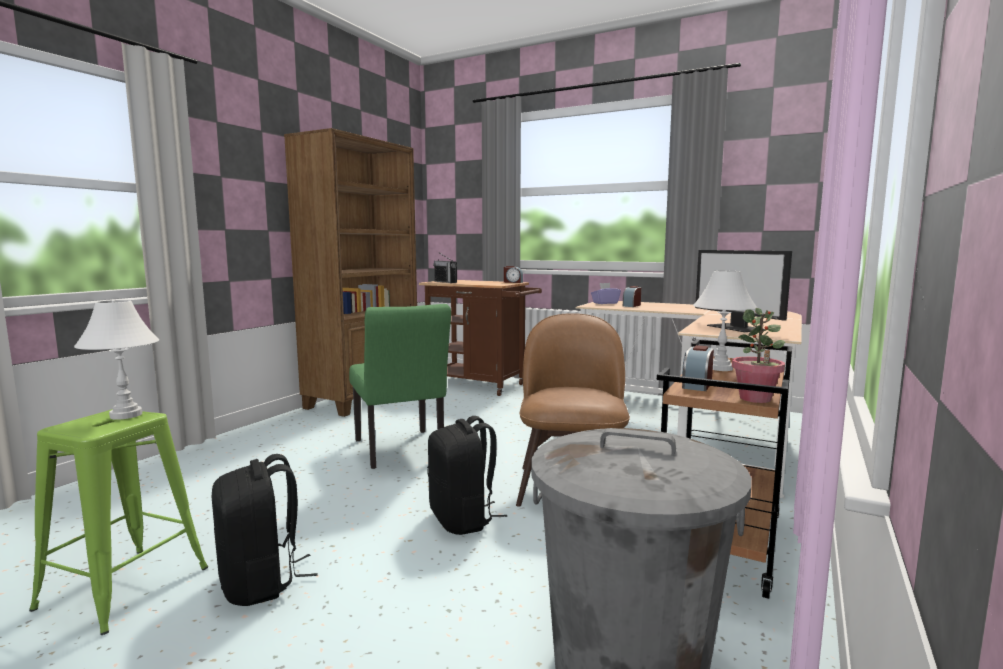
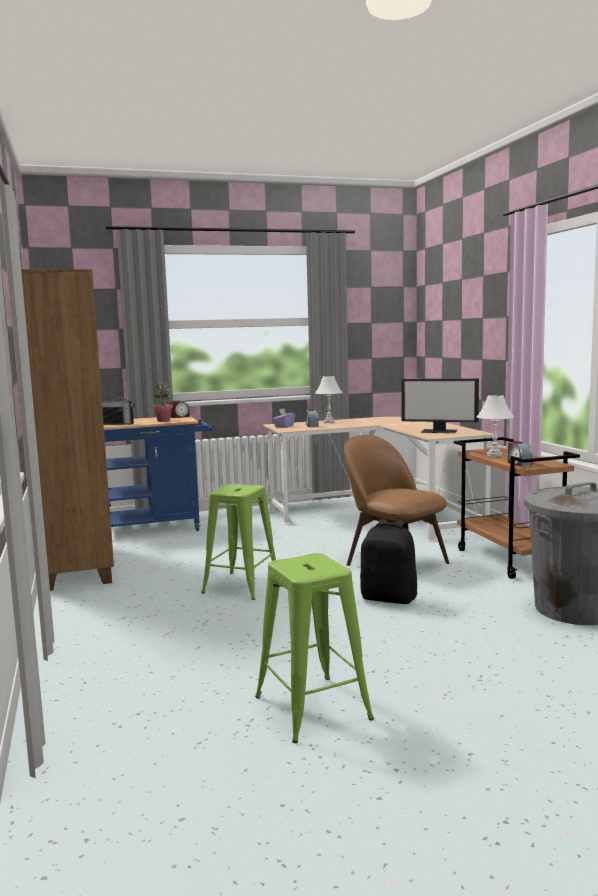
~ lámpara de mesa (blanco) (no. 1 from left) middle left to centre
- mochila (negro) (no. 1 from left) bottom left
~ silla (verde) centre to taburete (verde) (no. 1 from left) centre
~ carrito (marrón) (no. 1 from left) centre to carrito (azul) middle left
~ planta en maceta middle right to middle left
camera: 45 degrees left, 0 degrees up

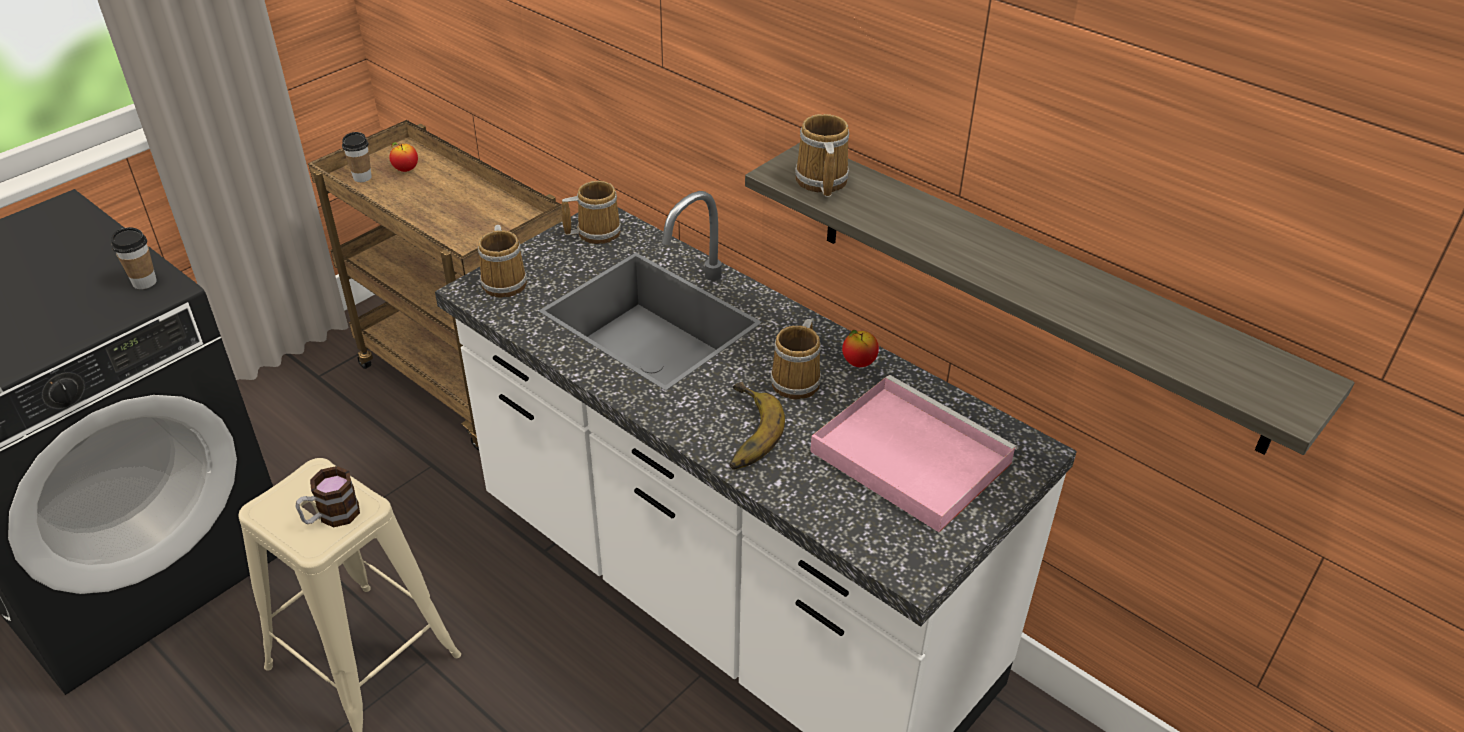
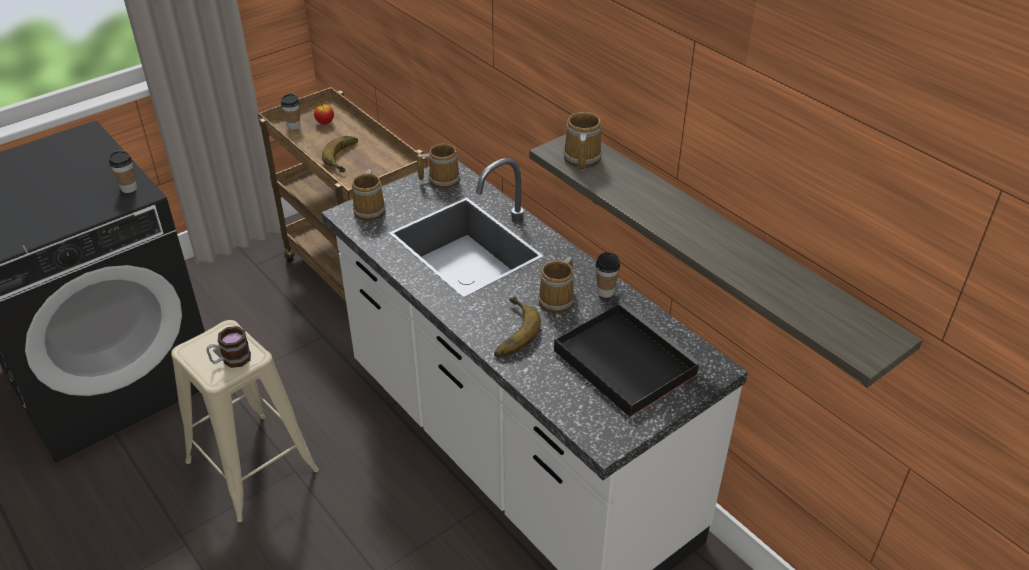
~ bandeja (rosa) centre to bandeja (negro) centre
~ manzana (no. 2 from left) centre to taza (no. 3 from left) centre
+ plátano (no. 1 from left) top left
camera: 10 degrees right, 0 degrees up

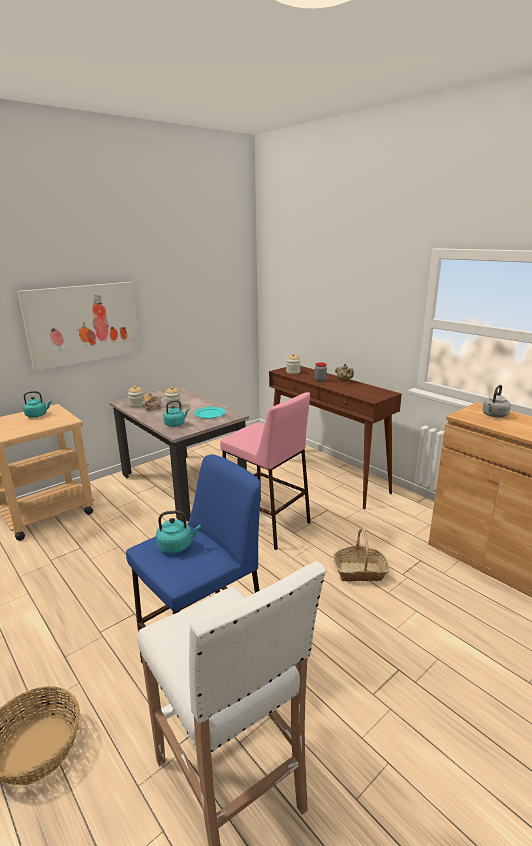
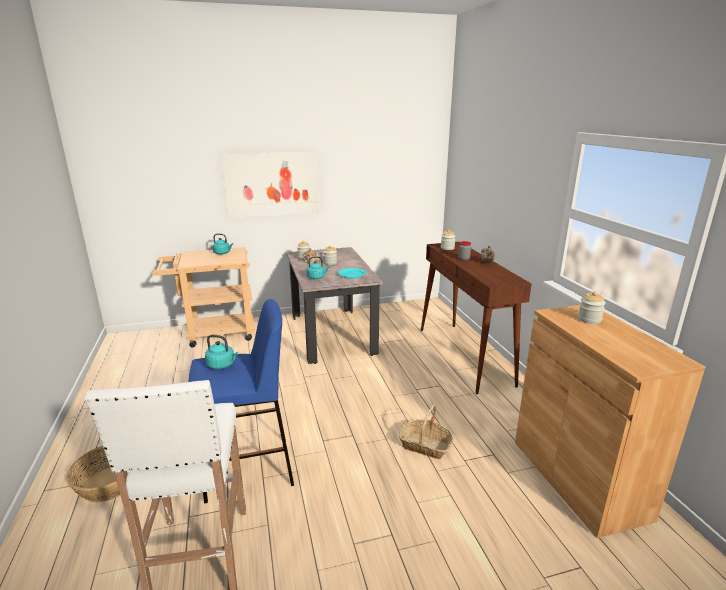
- taburete (rosa) centre
~ hervidor (gris) middle right to tarro (no. 5 from left) middle right
camera: 25 degrees right, 0 degrees up

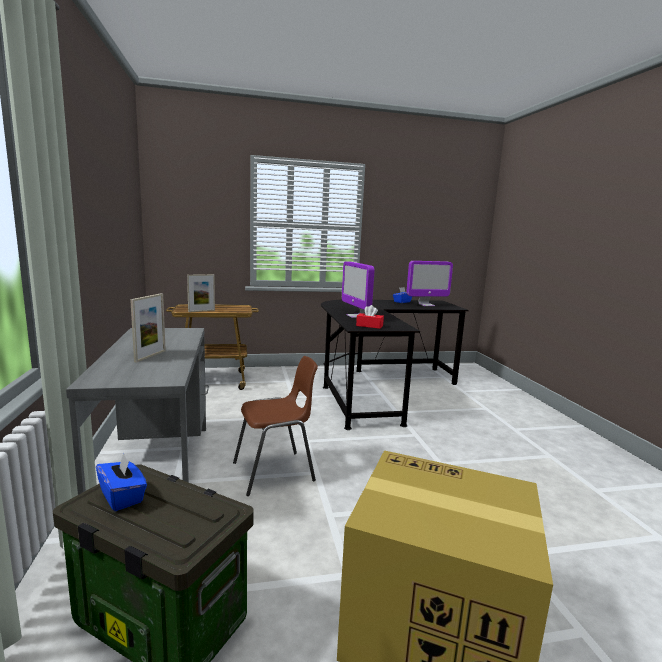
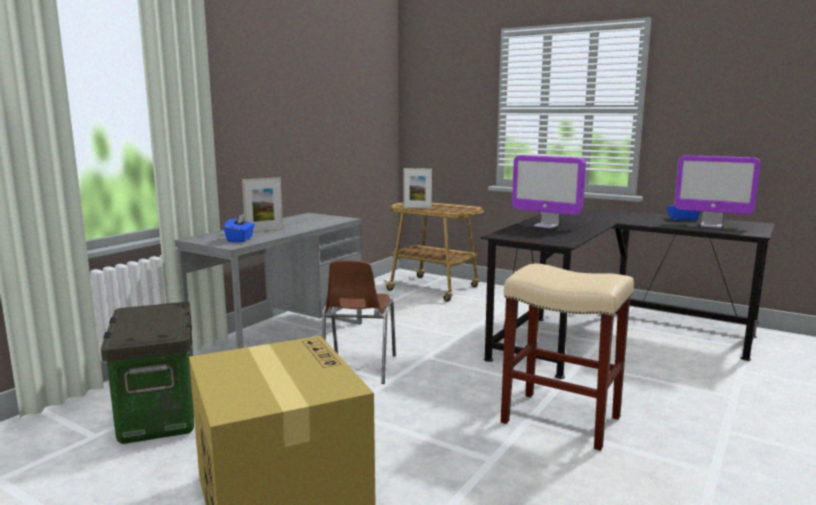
~ caja de pañuelos (azul) (no. 1 from left) bottom left to middle left
~ silla (marrón) centre = centre 75 degrees clockwise
~ monitor (no. 1 from left) centre = middle right 75 degrees counterclockwise
- caja de pañuelos (rojo) centre
+ taburete (beis) bottom right
camera: 45 degrees right, 0 degrees up

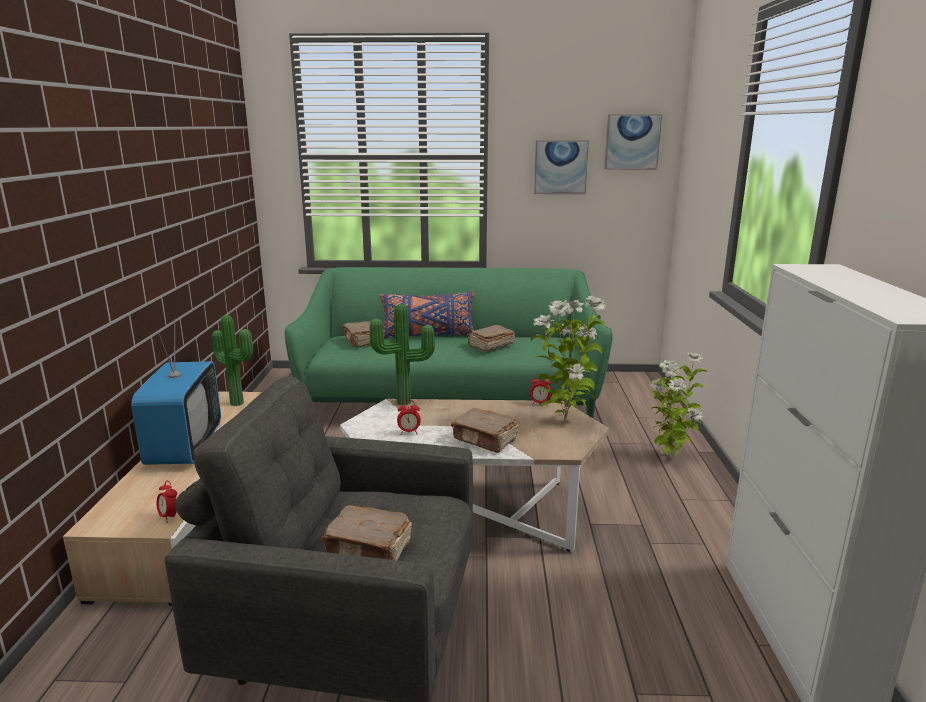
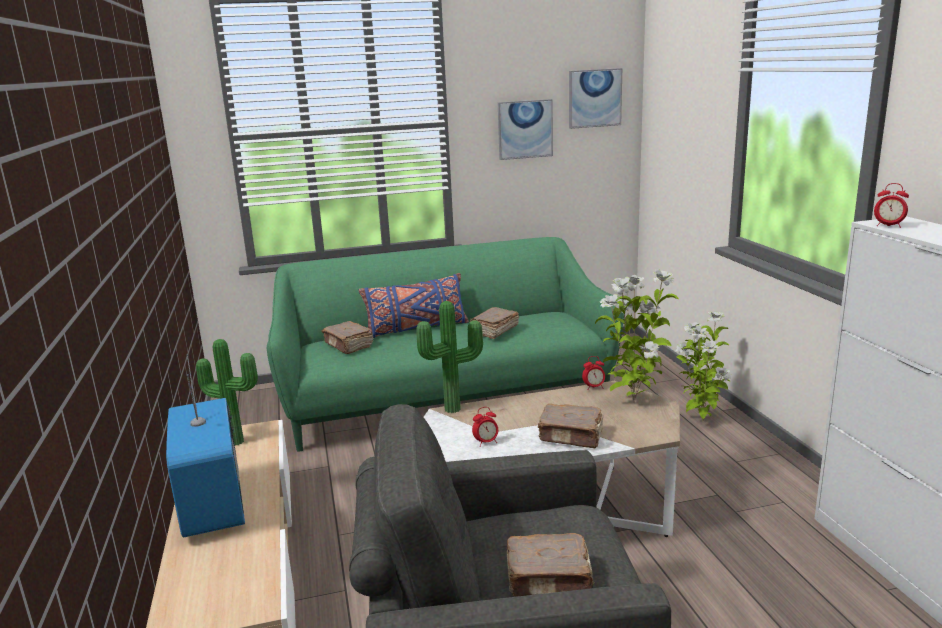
~ despertador (no. 1 from left in the first image) bottom left to despertador (no. 3 from left) top right
camera: 15 degrees left, 0 degrees up

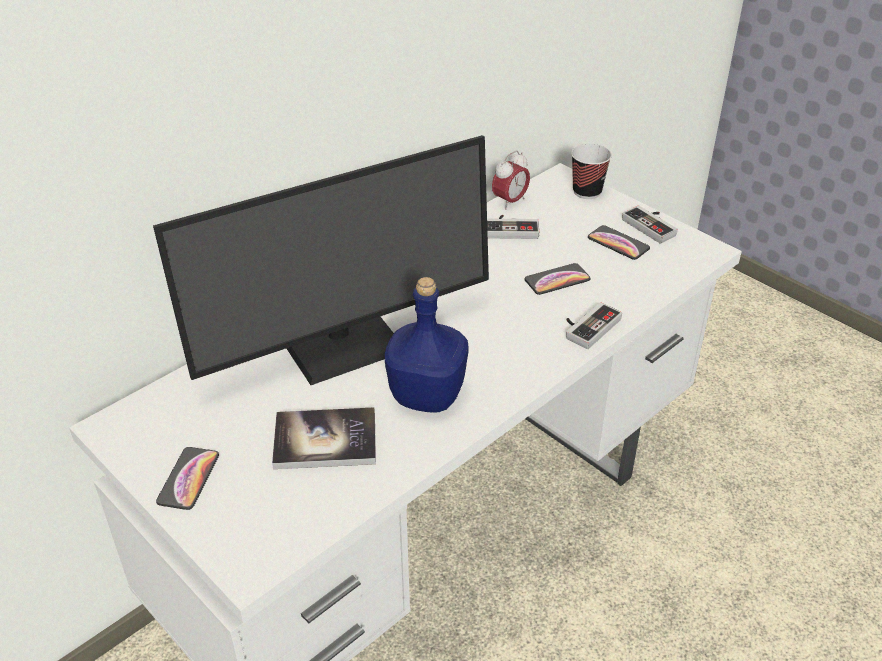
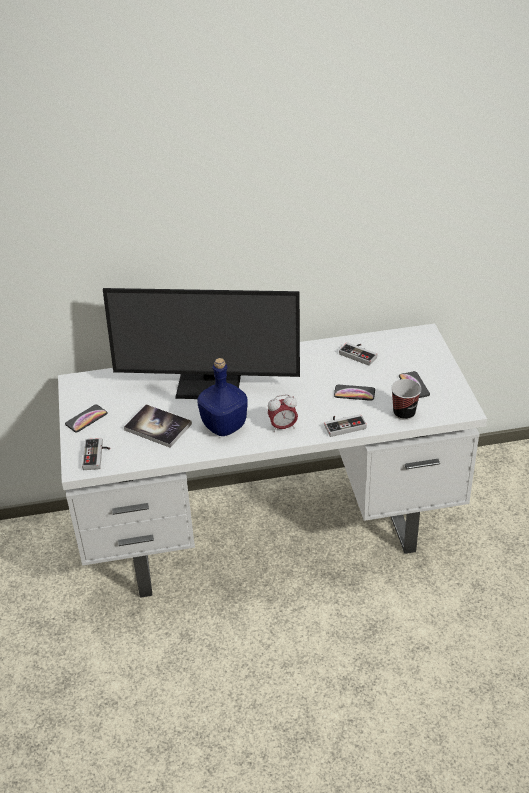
~ despertador top centre to centre
~ taza top right to middle right
~ mando de consola (no. 3 from left in the first image) middle right to mando de consola (no. 1 from left) middle left
camera: 35 degrees right, 0 degrees up

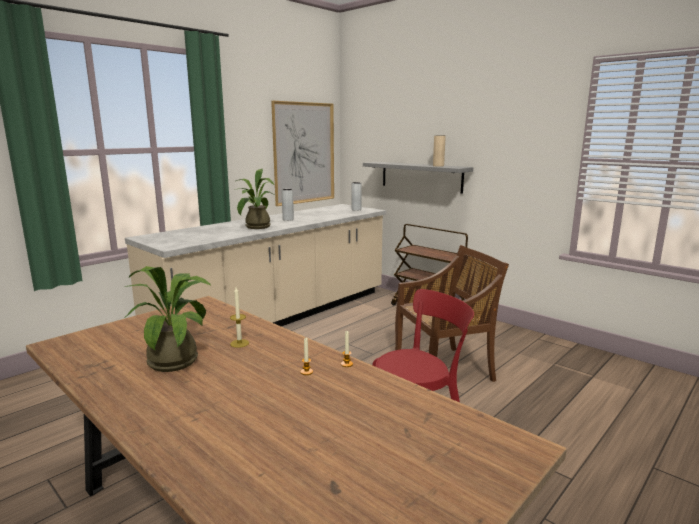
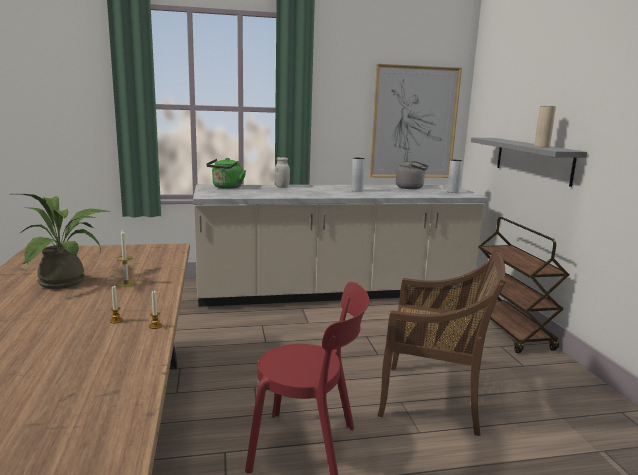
- planta en maceta (no. 2 from left) centre
+ hervidor (verde) centre
+ tarro (blanco) centre
+ hervidor (gris) centre
camera: 35 degrees right, 0 degrees up

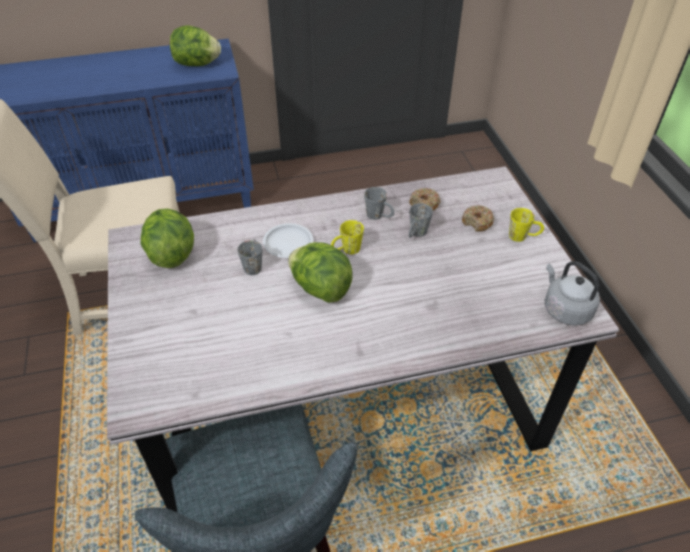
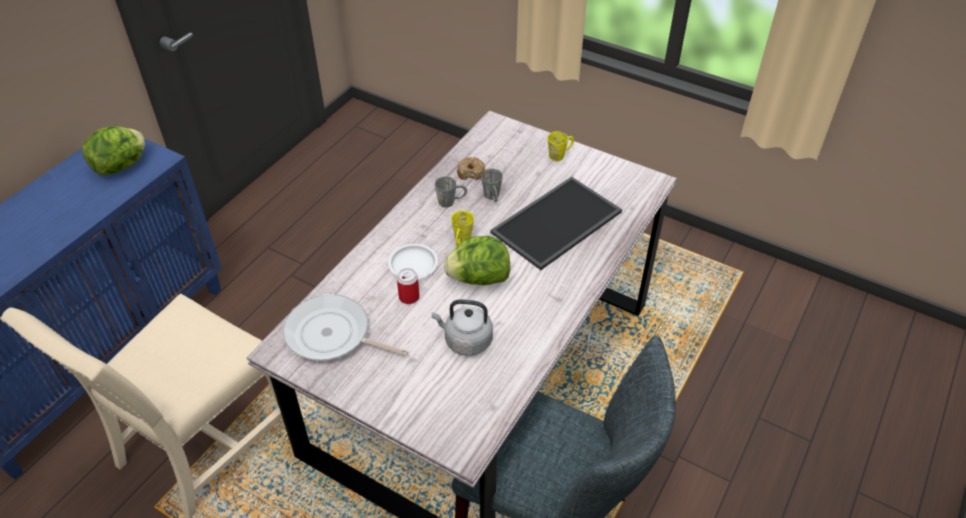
~ lechuga (no. 1 from left) middle left to sartén centre
~ taza grande (gris) (no. 1 from left) centre to lata centre
- rosquilla (no. 2 from left) middle right
~ hervidor (gris) middle right to centre
+ bandeja centre
camera: 45 degrees left, 0 degrees up

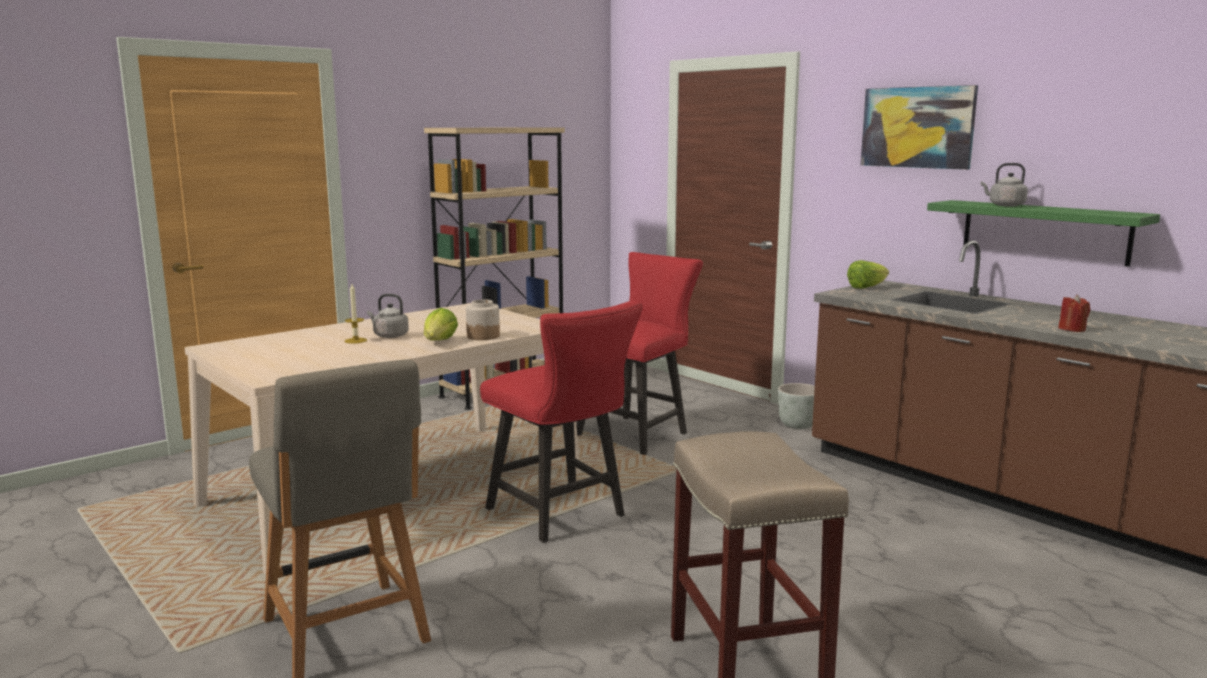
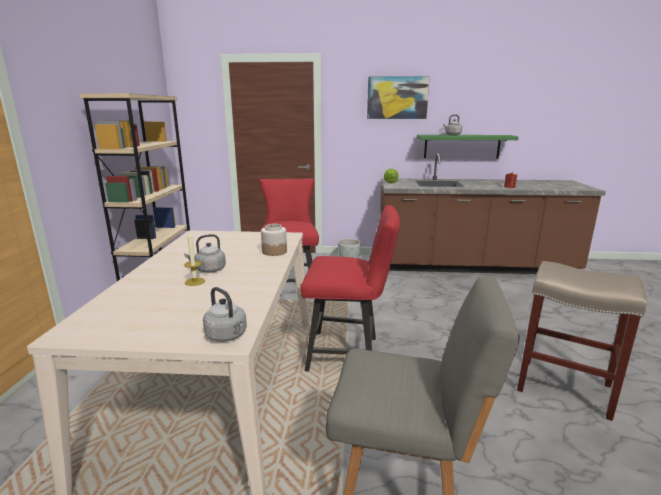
- lechuga (no. 1 from left) centre
+ hervidor (gris) (no. 2 from left) centre
camera: 45 degrees left, 5 degrees up

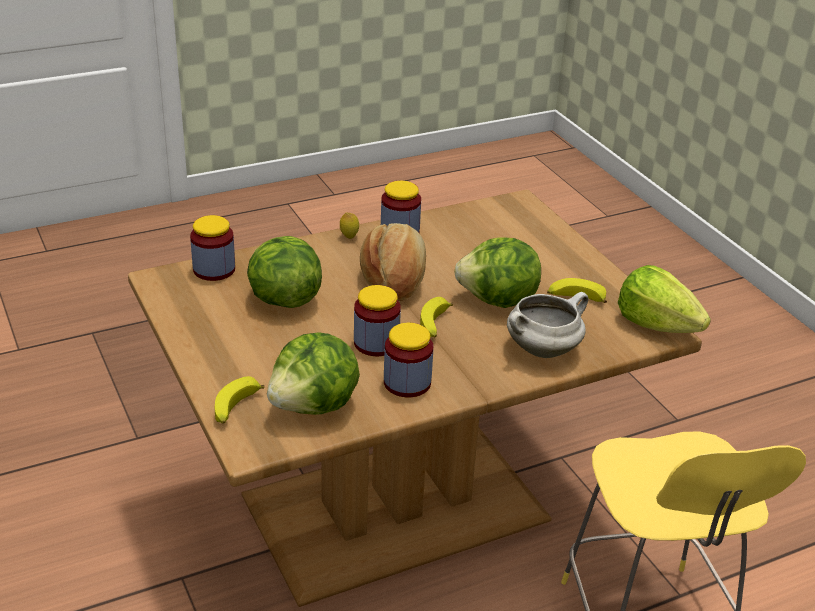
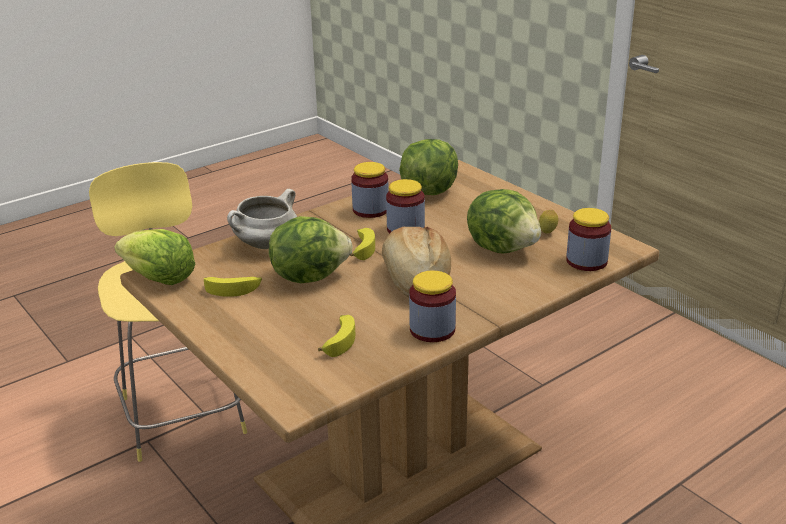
~ plátano (no. 1 from left in the first image) middle left to plátano (no. 2 from left) centre
~ limón centre to middle right
camera: 170 degrees right, 5 degrees down

